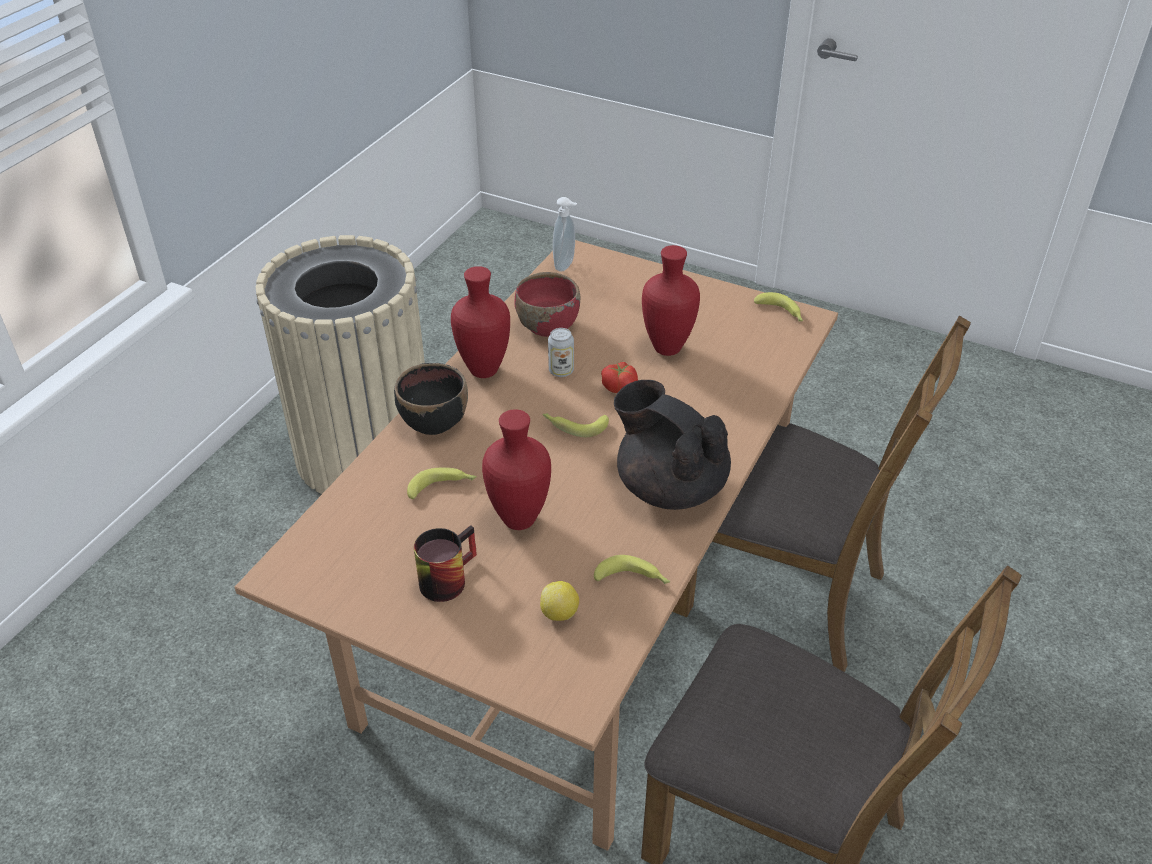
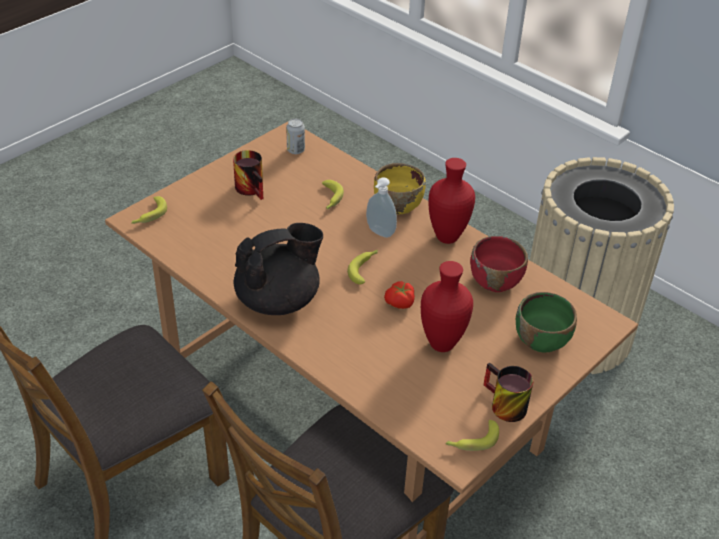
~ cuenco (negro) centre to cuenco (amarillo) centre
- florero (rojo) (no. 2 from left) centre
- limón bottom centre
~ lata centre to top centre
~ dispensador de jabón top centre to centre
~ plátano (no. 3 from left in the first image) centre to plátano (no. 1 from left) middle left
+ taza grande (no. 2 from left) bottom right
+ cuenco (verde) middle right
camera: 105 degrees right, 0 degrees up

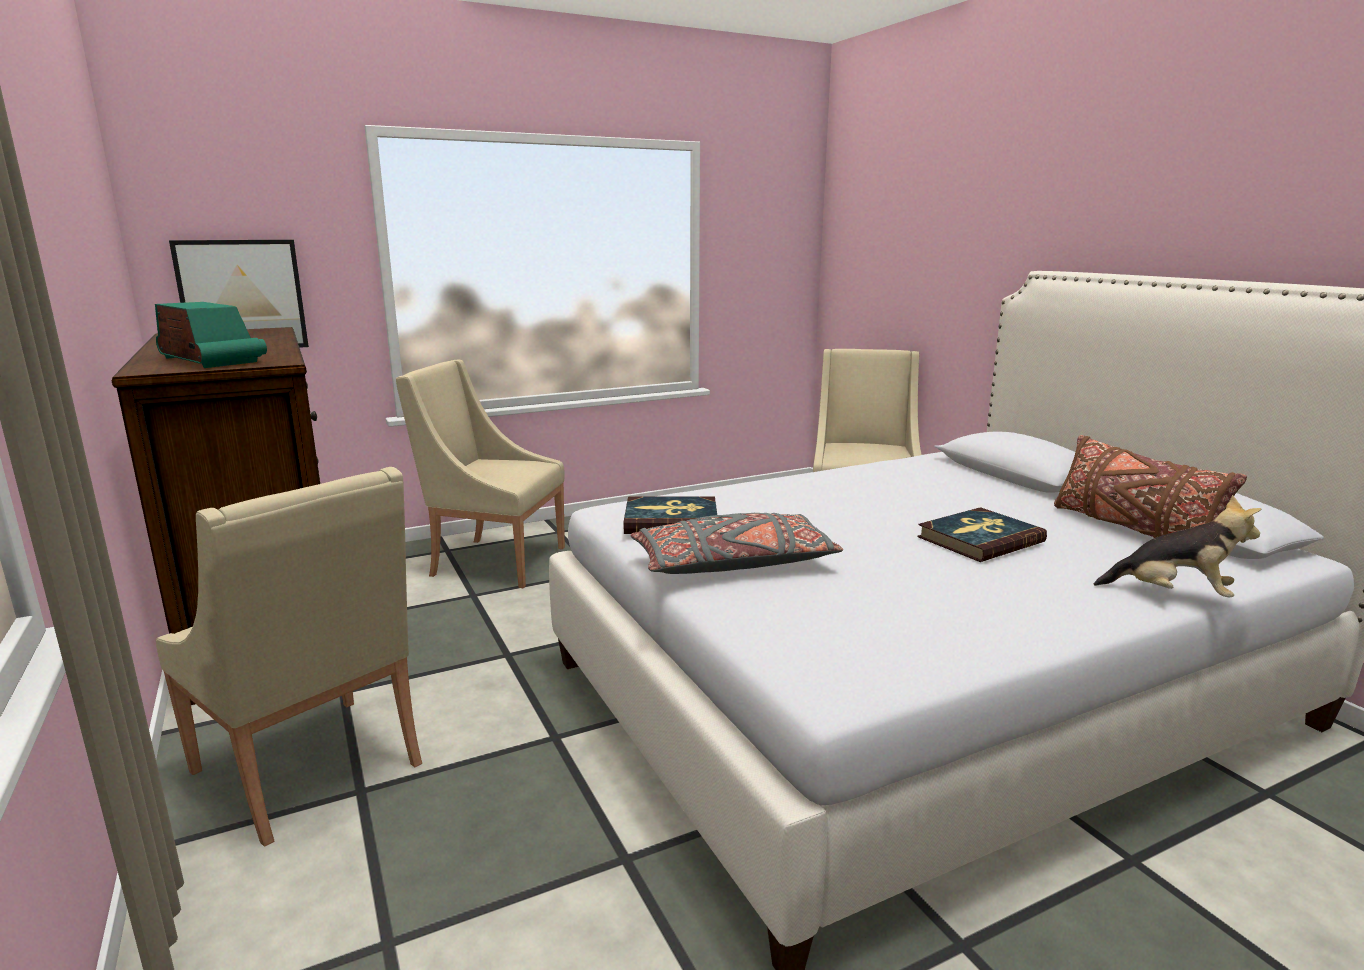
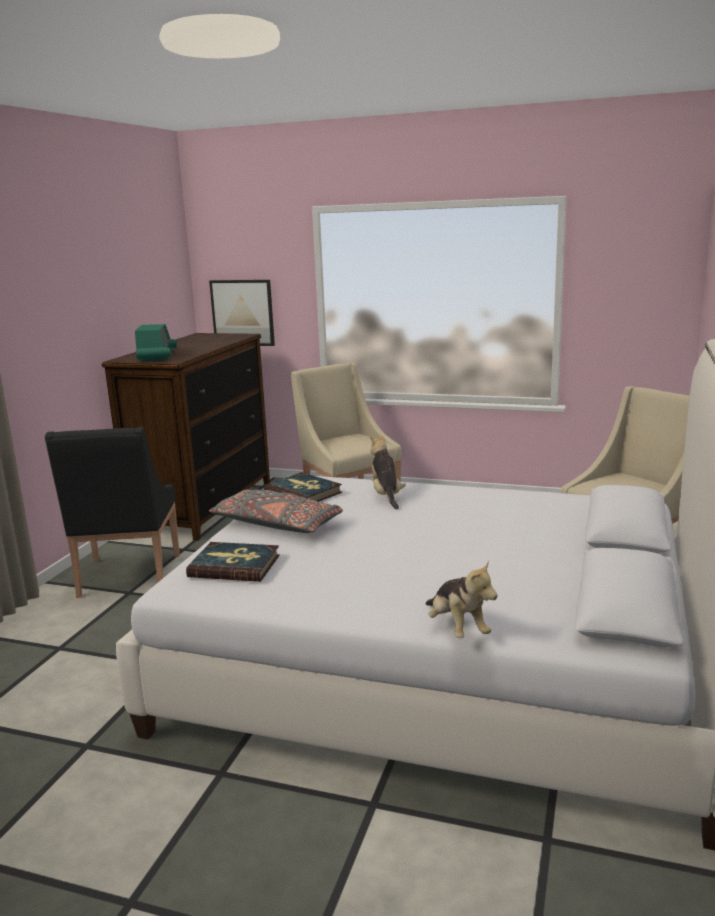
~ sillón (beis) (no. 1 from left) bottom left to sillón (negro) middle left
~ libro (no. 2 from left in the first image) middle right to libro (no. 1 from left) middle left
- cojín (marrón) middle right
+ peluche (no. 1 from left) centre
camera: 45 degrees right, 0 degrees up

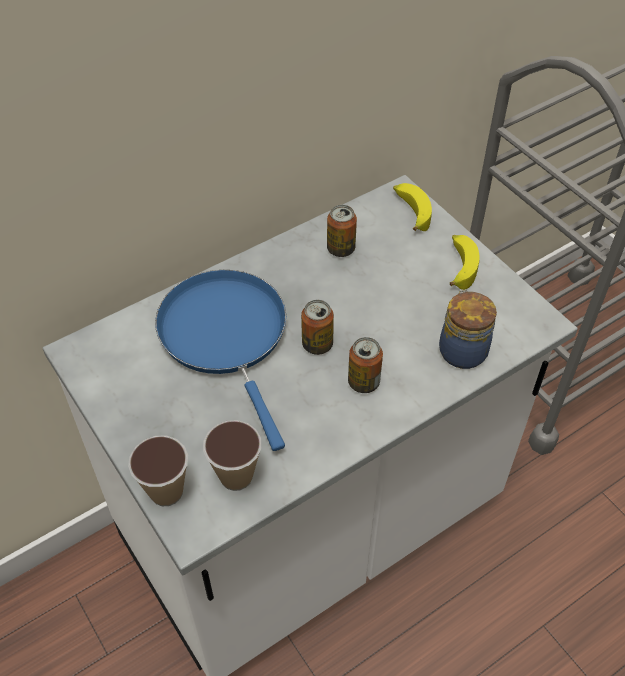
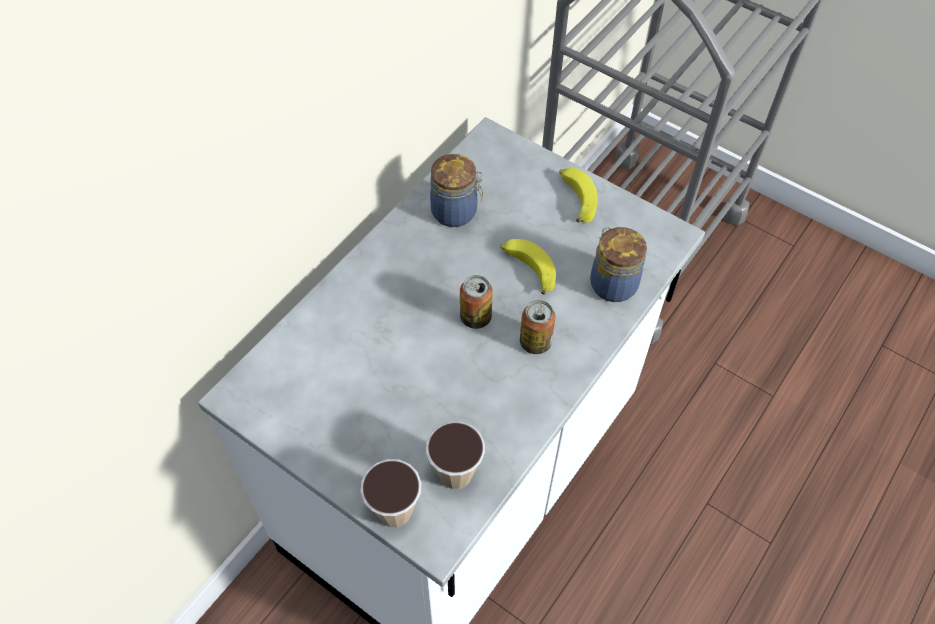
- sartén (azul) centre
~ lata (no. 2 from left) centre to tarro (no. 1 from left) top centre
~ plátano (no. 1 from left) top centre to centre
camera: 20 degrees left, 5 degrees up

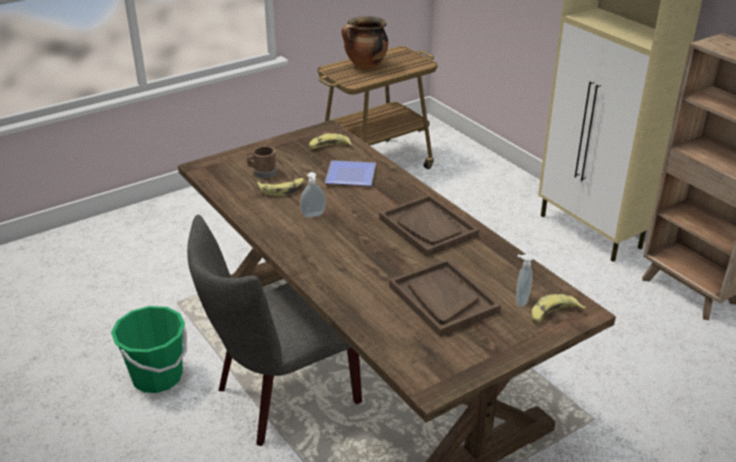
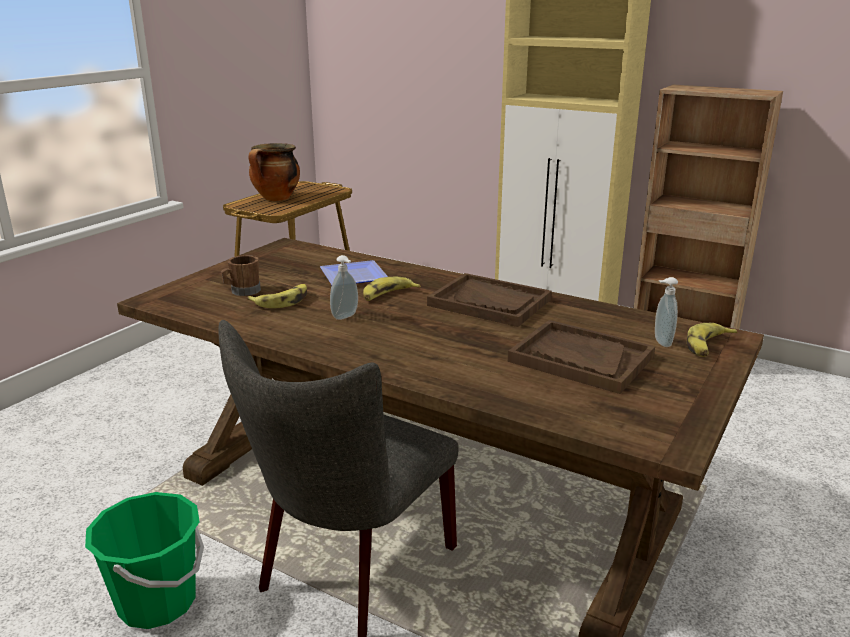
~ plátano (no. 2 from left) top centre to centre
camera: 25 degrees left, 10 degrees down

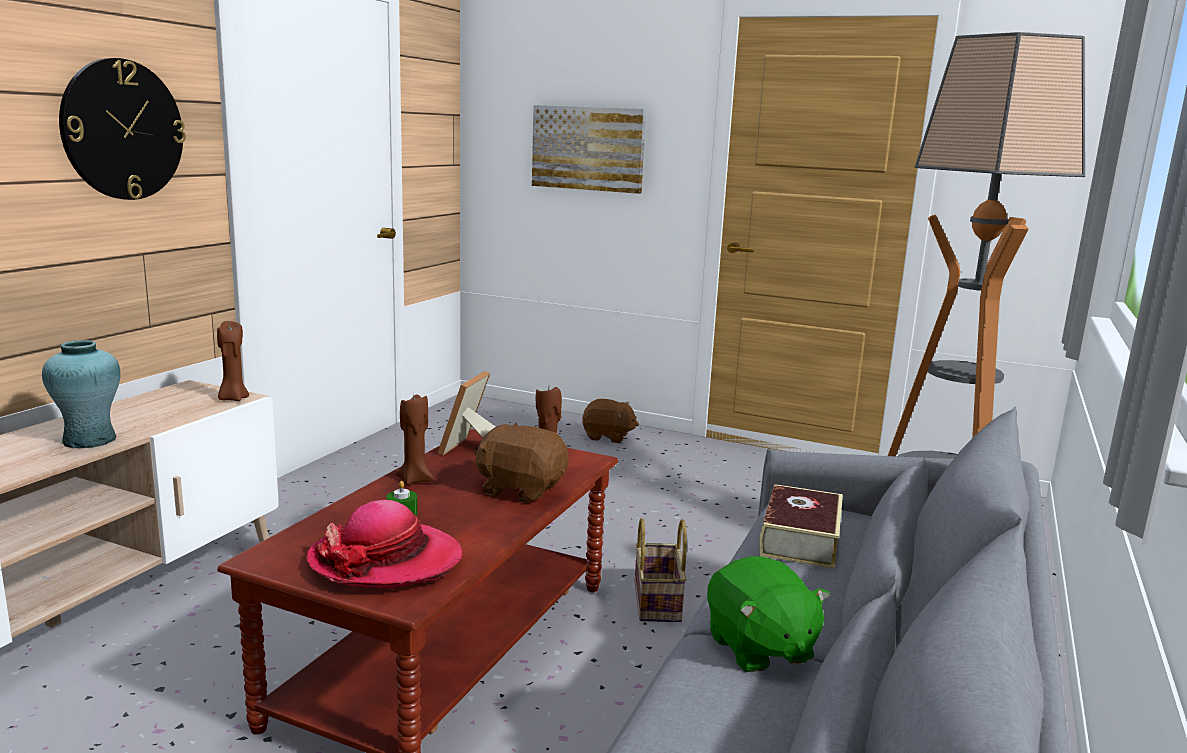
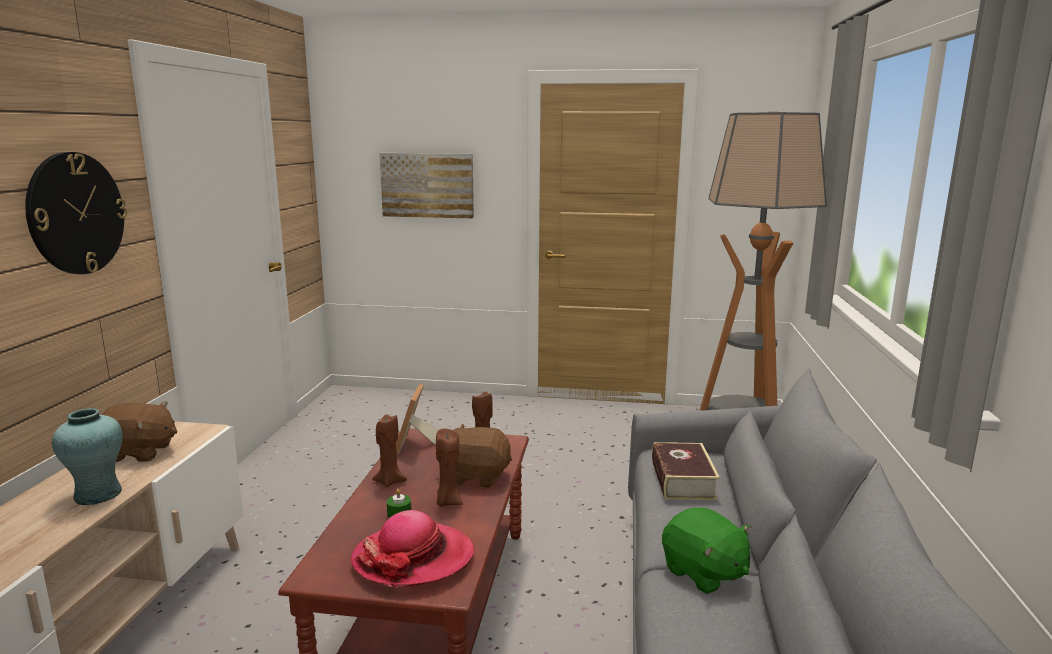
~ vela (marrón) (no. 1 from left in the first image) middle left to vela (marrón) (no. 2 from left) bottom centre
~ peluche (marrón) (no. 2 from left in the first image) centre to peluche (marrón) (no. 1 from left) middle left
- cesta bottom centre
camera: 15 degrees left, 0 degrees up

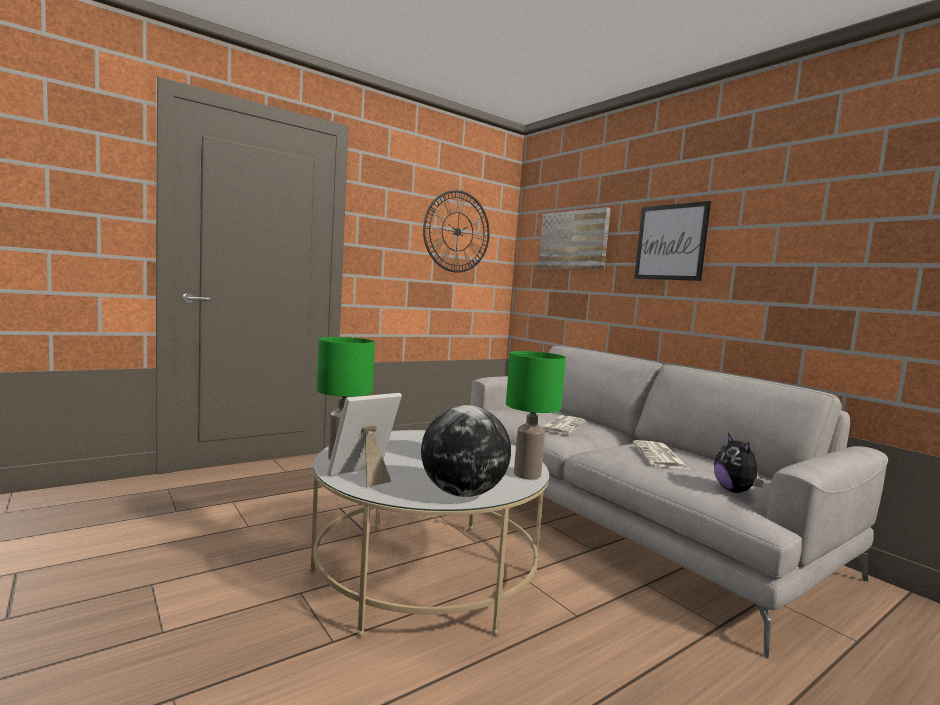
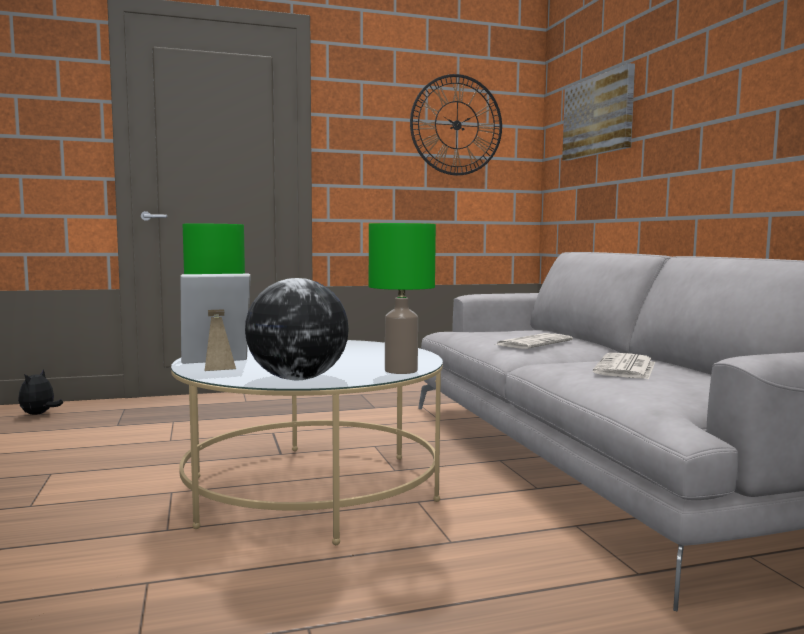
- cuadro (no. 2 from left) middle right
~ peluche middle right to middle left
camera: 20 degrees right, 0 degrees up

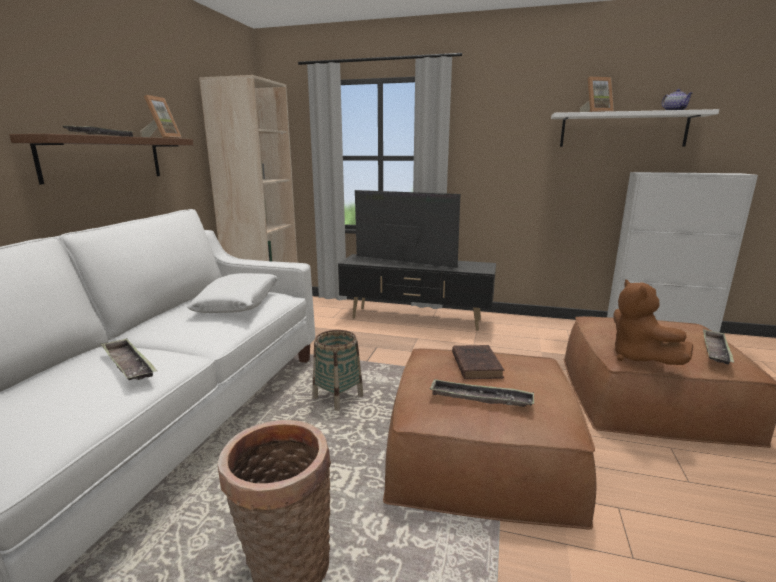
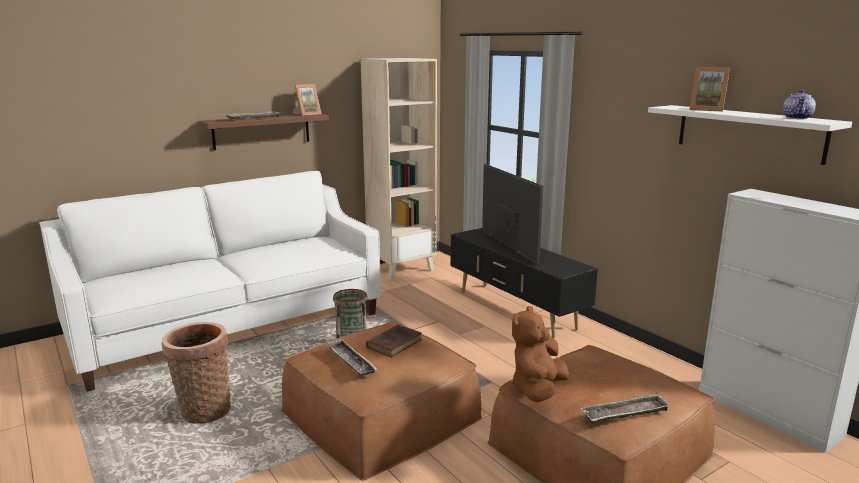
- bandeja (no. 2 from left) middle left
- cojín (blanco) middle left
camera: 40 degrees right, 0 degrees up

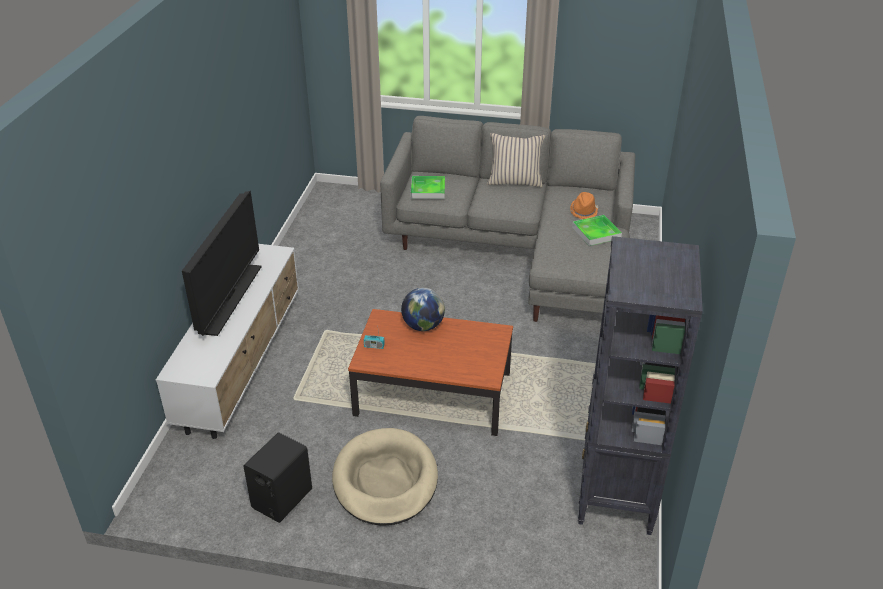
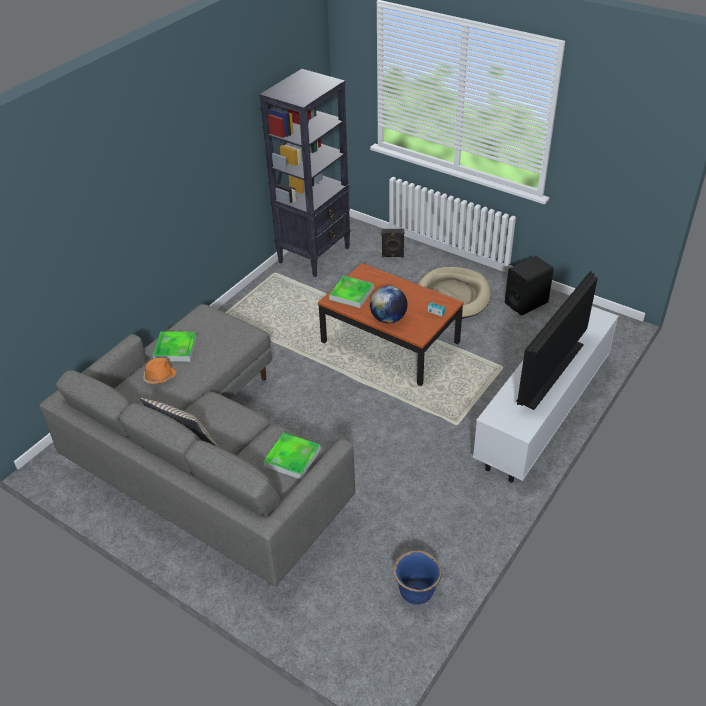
+ bandeja (no. 3 from left) centre
+ altavoz (negro) (no. 1 from left) centre
+ maceta (azul) bottom centre
camera: 155 degrees left, 5 degrees up

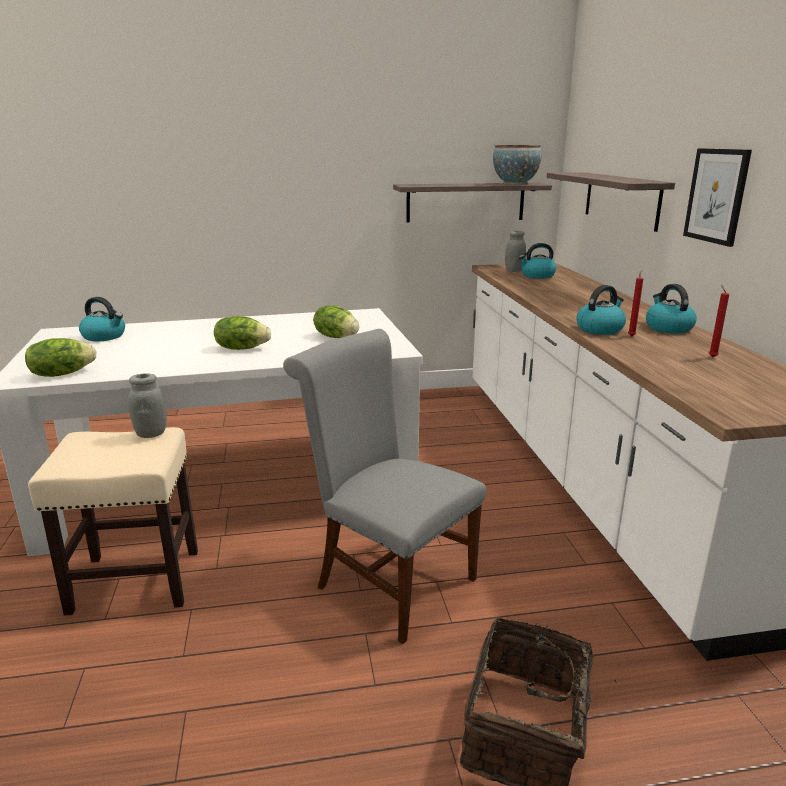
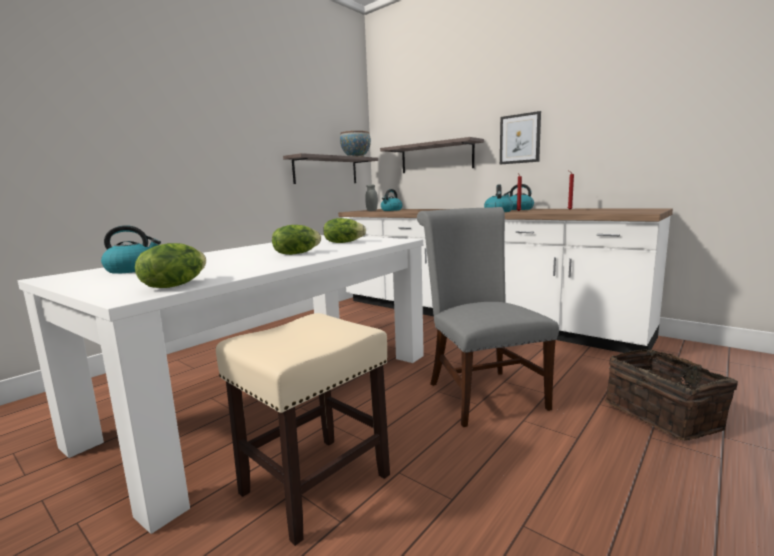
- tarro (gris) (no. 1 from left) middle left
~ silla (gris) centre = centre 75 degrees clockwise
camera: 40 degrees left, 10 degrees down

